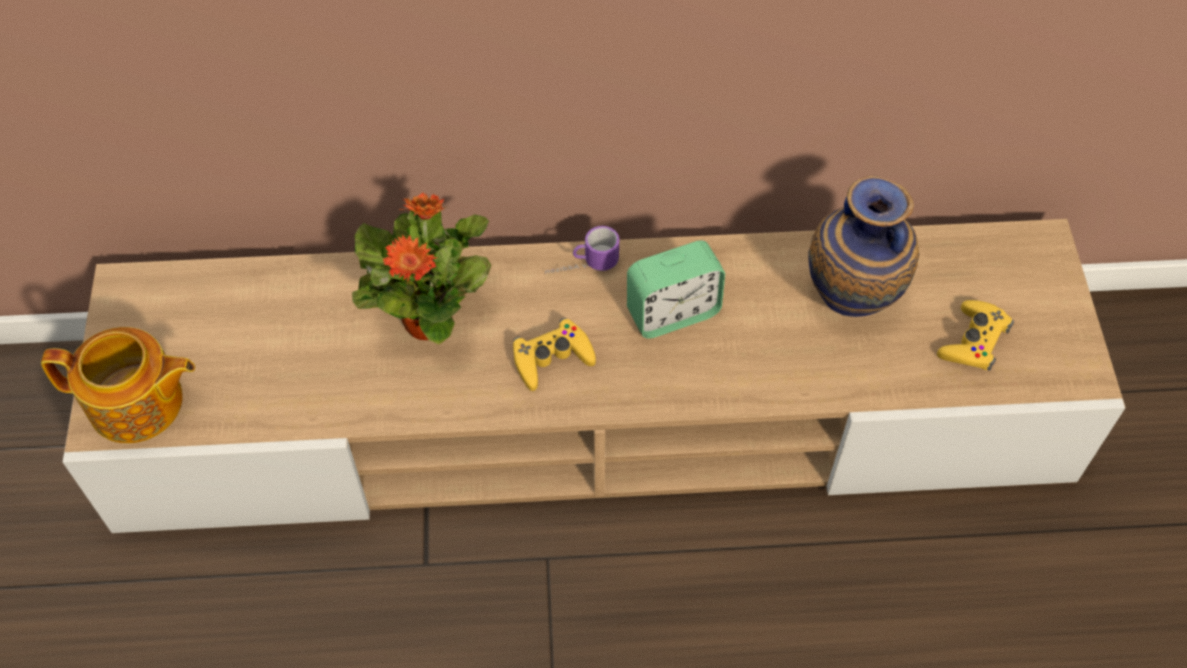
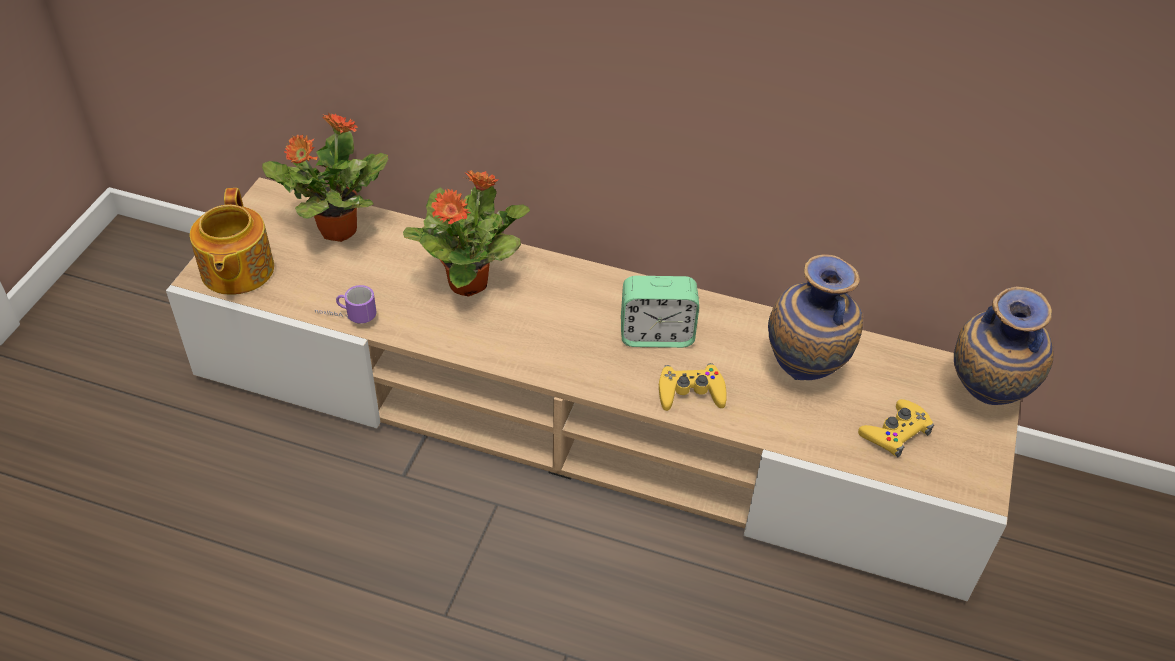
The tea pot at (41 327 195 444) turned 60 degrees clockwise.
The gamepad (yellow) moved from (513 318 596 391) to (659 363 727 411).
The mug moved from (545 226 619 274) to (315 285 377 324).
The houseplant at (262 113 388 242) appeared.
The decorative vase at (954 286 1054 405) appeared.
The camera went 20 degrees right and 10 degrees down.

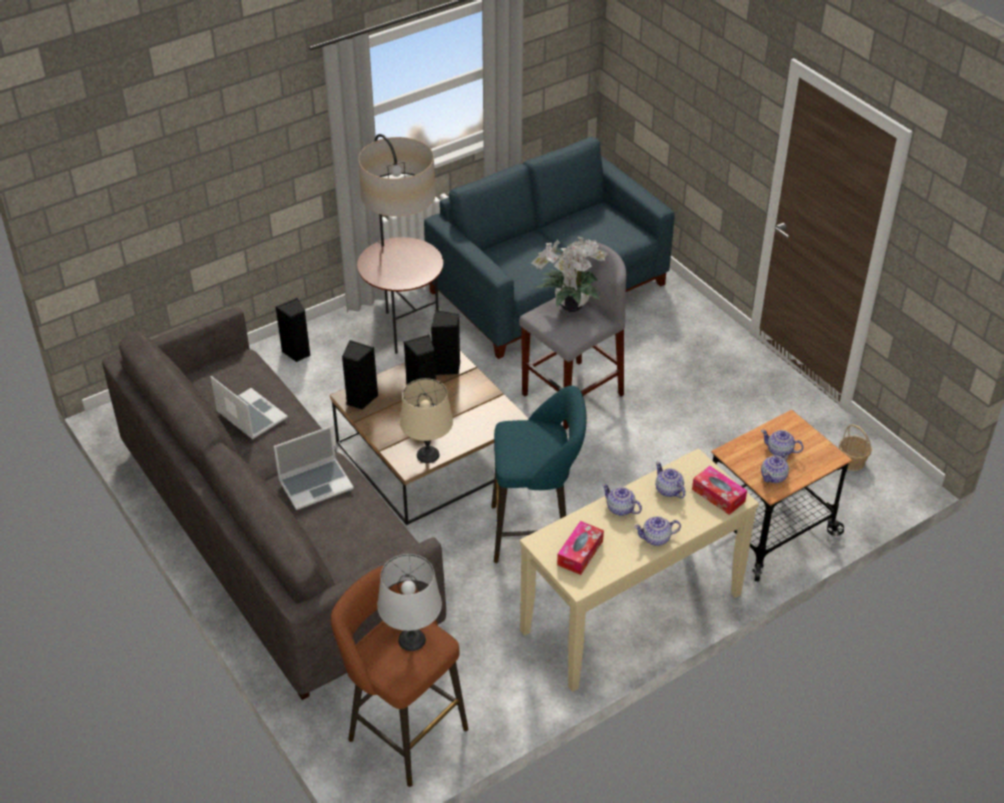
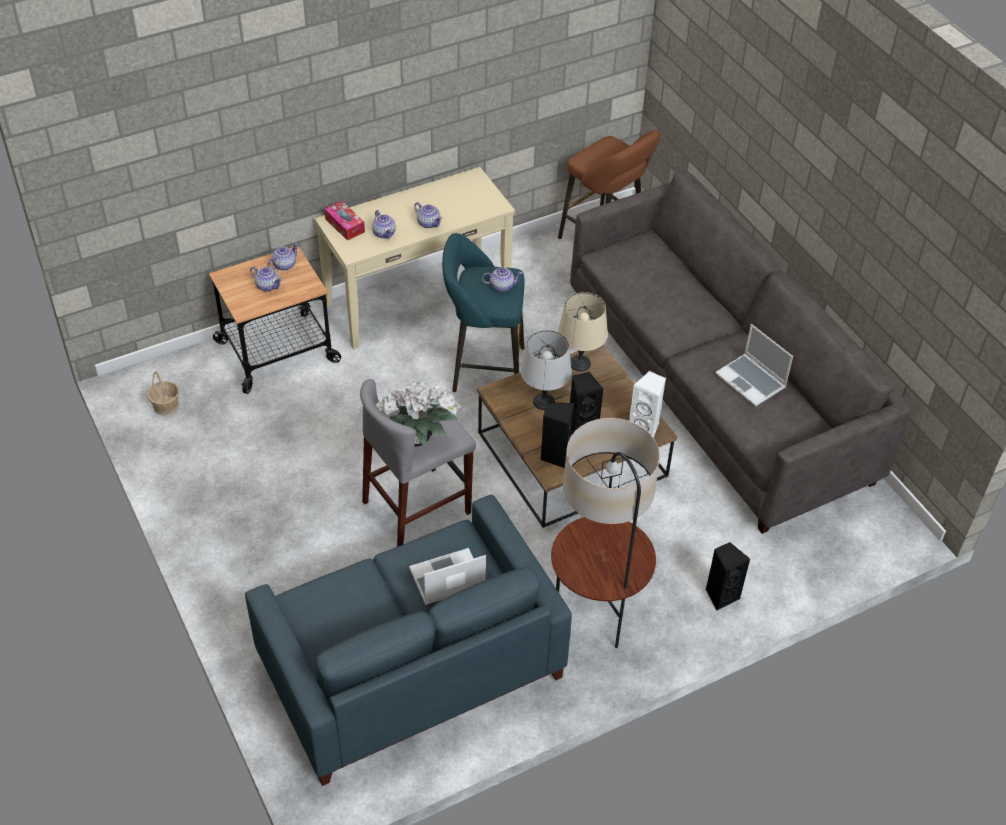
The portable computer moved from (274 426 354 510) to (409 548 486 605).
The audio speaker (black-coloured) at (342 340 378 410) became the audio speaker (white) at (629 371 666 438).
The table lamp (grey) moved from (377 554 442 651) to (520 330 572 410).
The box of tissues at (557 521 604 575) disappeared.
The tea pot moved from (634 516 681 546) to (482 267 523 292).
The camera went 175 degrees left and 5 degrees up.

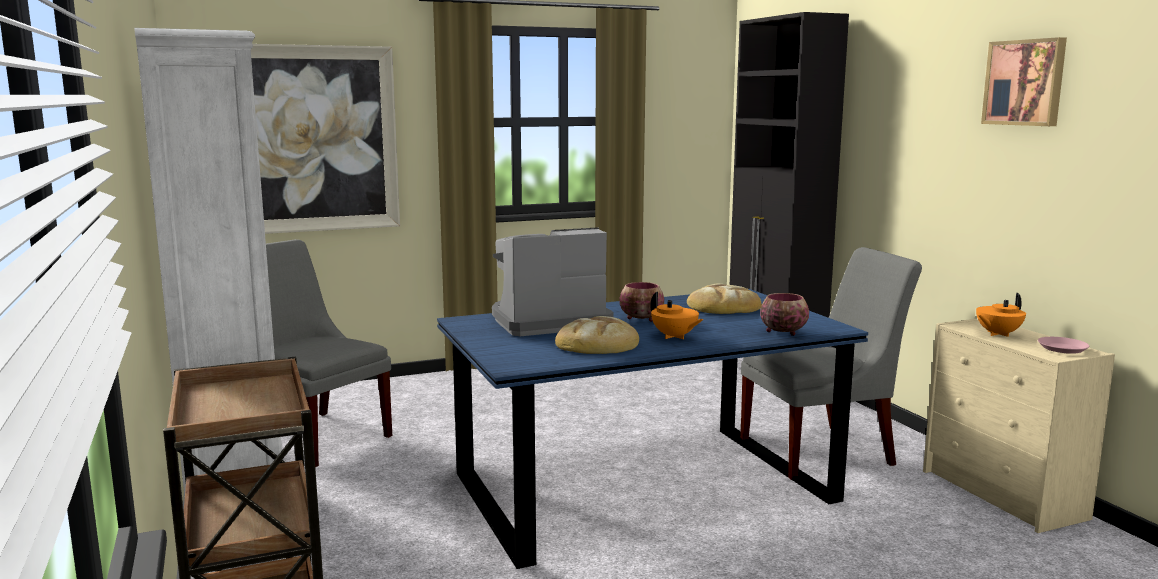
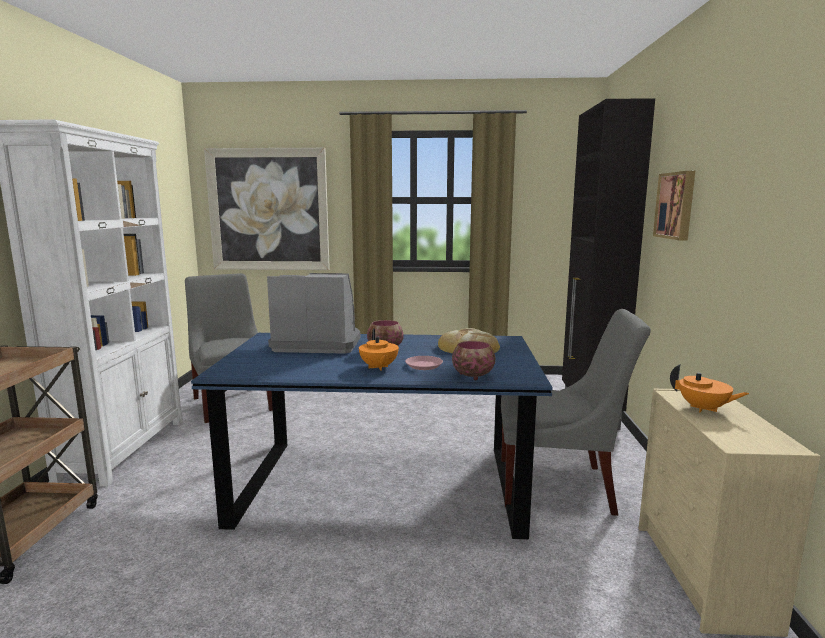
The baked bread at (555 316 639 354) disappeared.
The tea pot (orangey) at (976 293 1026 337) turned 135 degrees counterclockwise.
The wall art moved from (981 37 1067 126) to (653 171 695 240).
The flat dish (pinkish) moved from (1038 337 1090 354) to (405 356 443 370).
The camera went 25 degrees right and 0 degrees up.

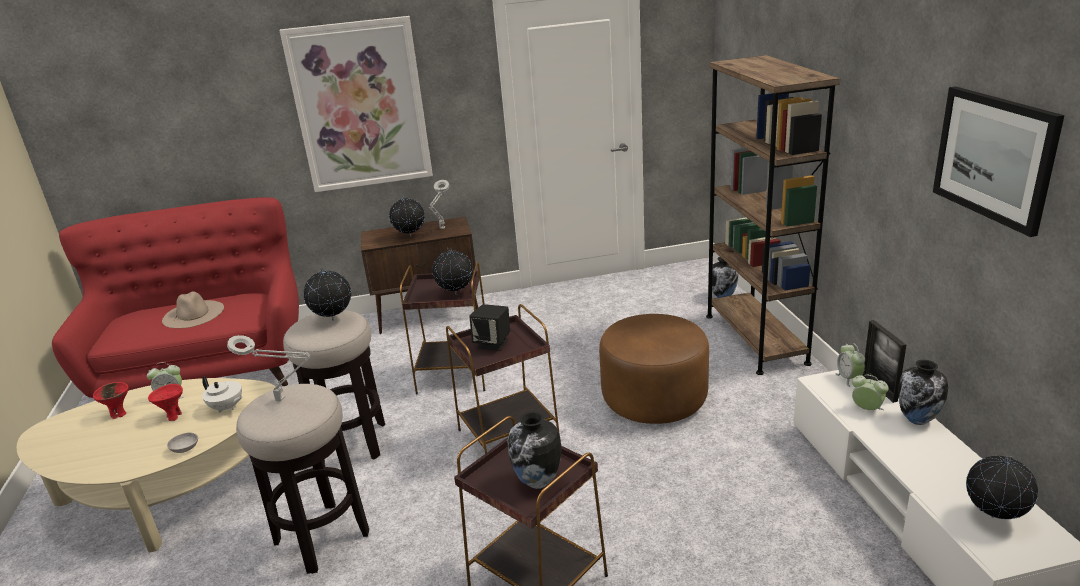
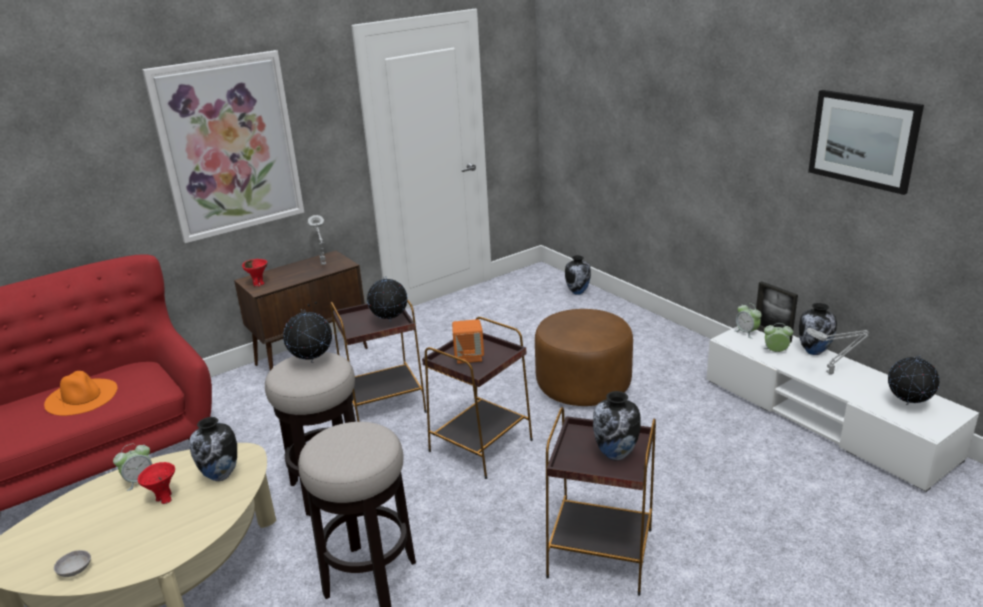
The serving bowl (reddish) moved from (93 382 128 419) to (242 259 267 287).
The clothing hat (beige-coloured) at (162 291 224 328) became the clothing hat (orangey) at (44 371 118 416).
The serving bowl (grey) moved from (167 432 198 453) to (54 550 91 577).
The tea pot (white) at (202 376 243 413) was replaced by the decorative vase at (189 417 237 481).
The table lamp (grey) moved from (227 335 310 401) to (806 328 869 374).
The world globe at (389 195 425 237) disappeared.
The audio speaker (black-coloured) at (469 304 510 351) became the audio speaker (orangey) at (452 319 484 364).
The bookshelf (brown) at (706 55 840 375) disappeared.
The camera went 25 degrees left and 0 degrees up.

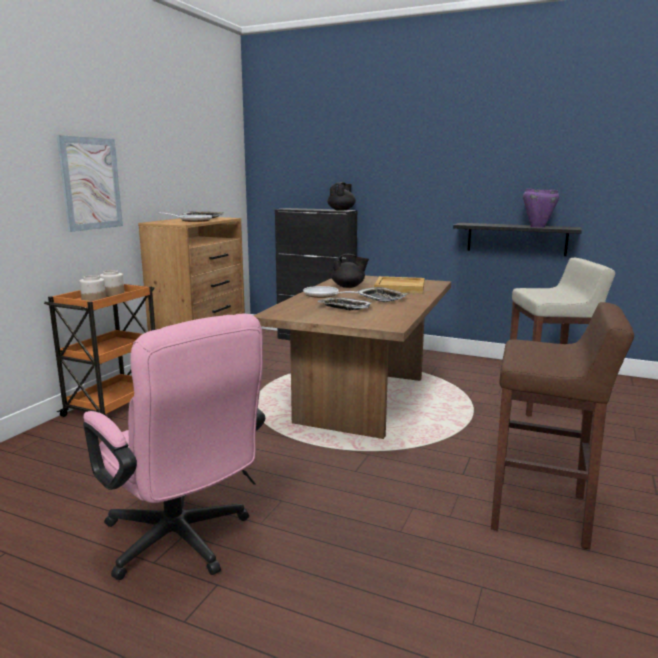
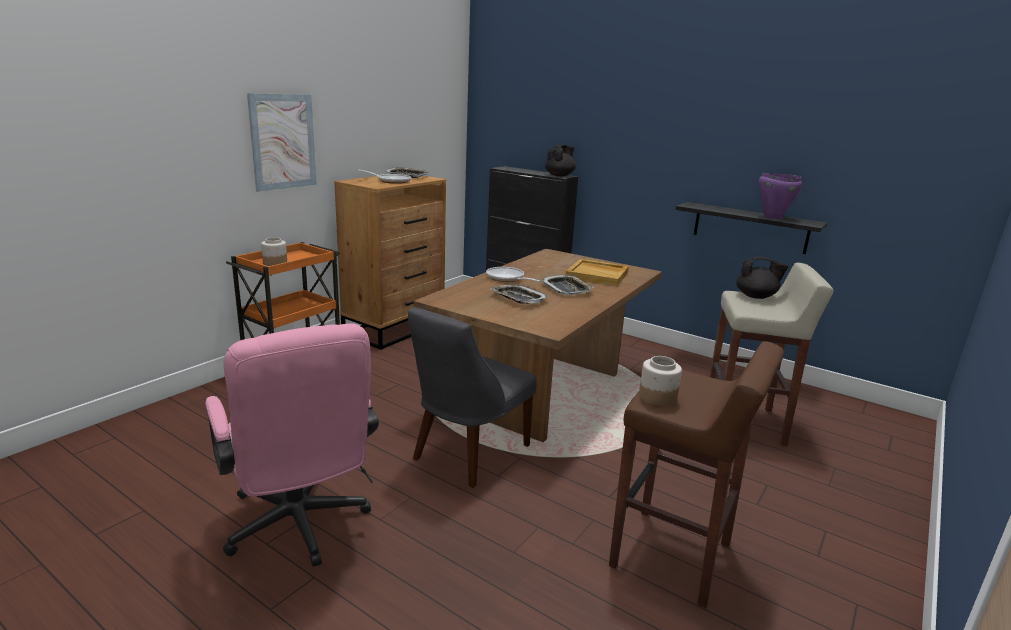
The storage jar moved from (100 270 125 297) to (639 356 682 407).
The tea pot (black-coloured) moved from (331 254 369 288) to (736 256 789 299).
The chair (grey) at (408 307 536 488) appeared.
The camera went 10 degrees right and 5 degrees up.

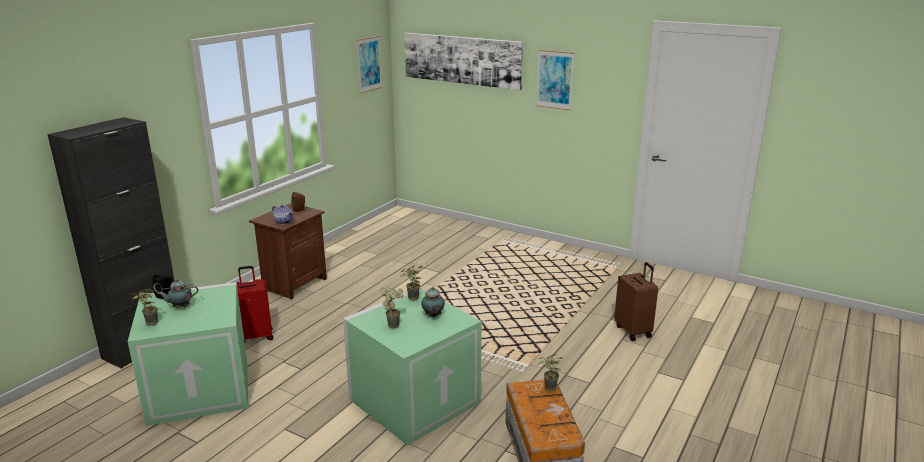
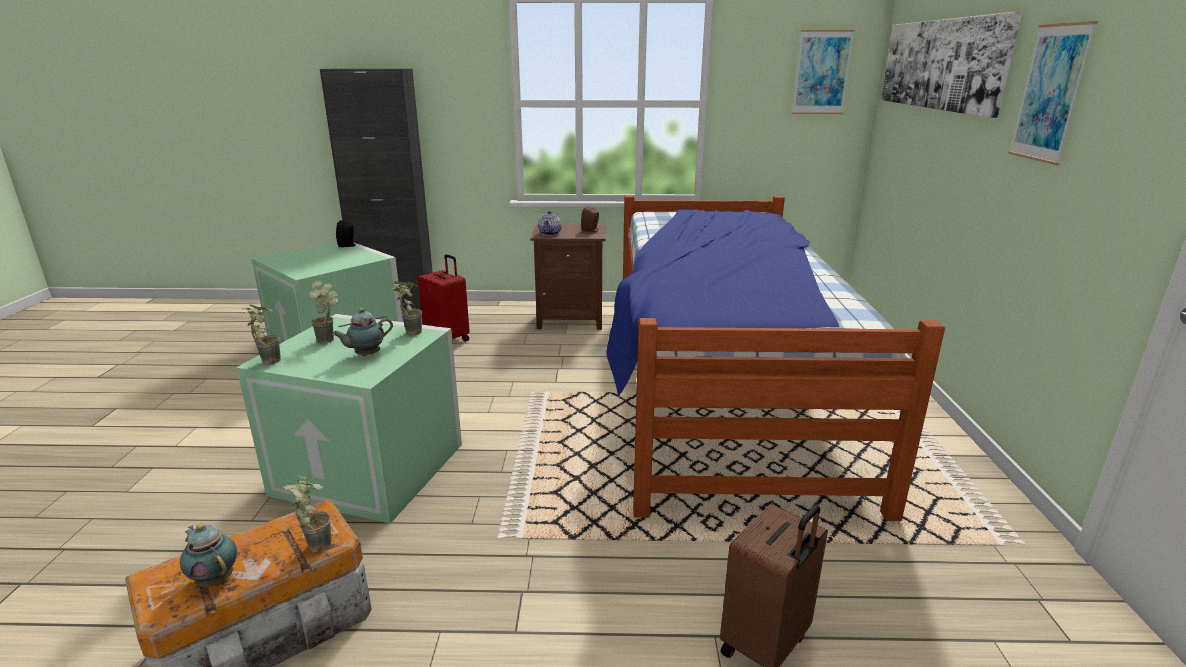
The houseplant moved from (131 289 158 326) to (242 304 281 365).
The tea pot moved from (158 279 198 308) to (180 524 237 587).
The bedroom bed at (606 195 945 521) appeared.
The camera went 60 degrees right and 0 degrees up.

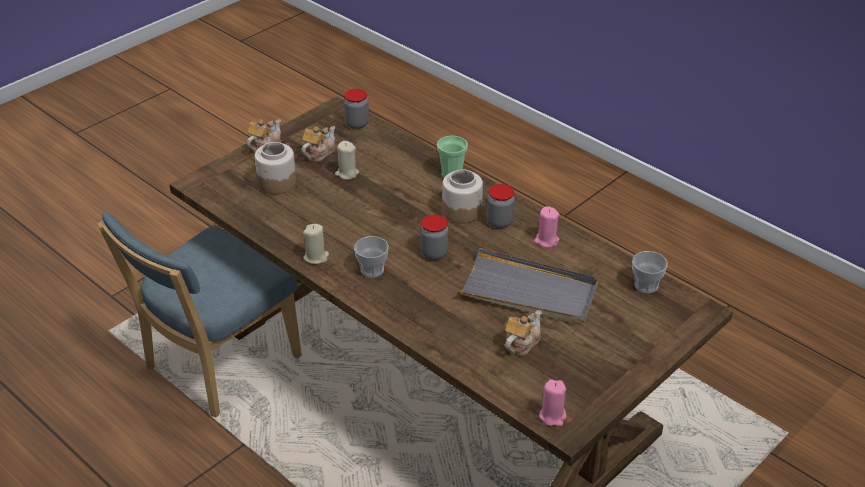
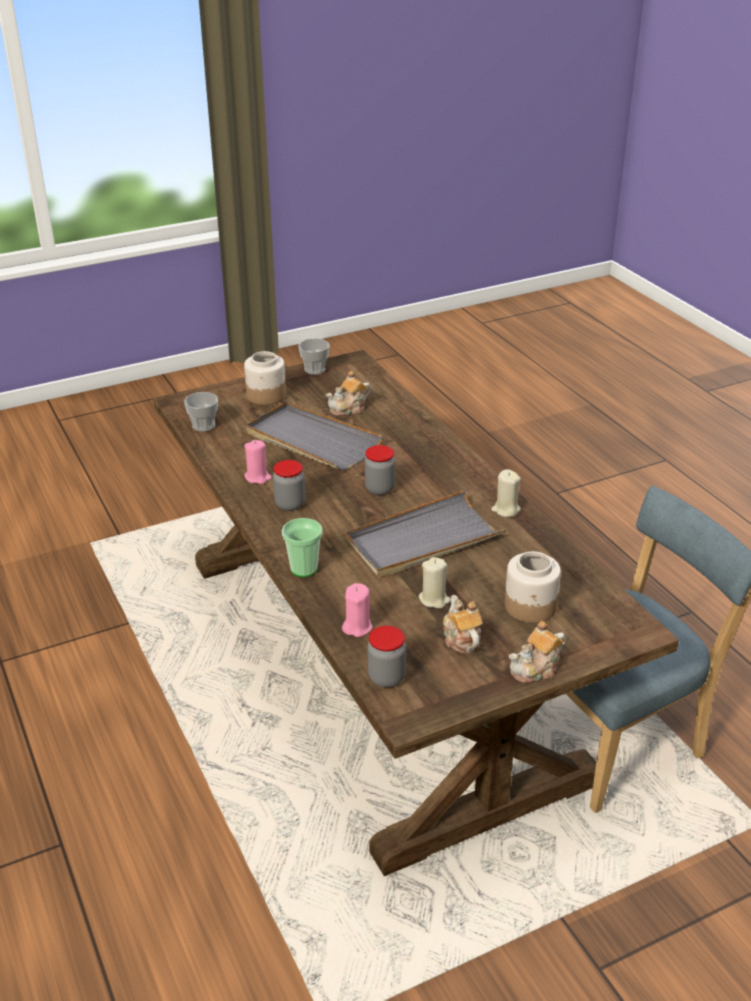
The tea pot at (301 126 335 162) turned 105 degrees clockwise.
The small cup moved from (354 236 389 278) to (299 338 329 375).
The storage jar moved from (442 169 483 224) to (244 351 286 405).
The wax light (pinkish) moved from (539 379 566 426) to (342 583 373 637).
The serving tray (grey) at (345 490 506 578) appeared.
The camera went 160 degrees left and 5 degrees down.

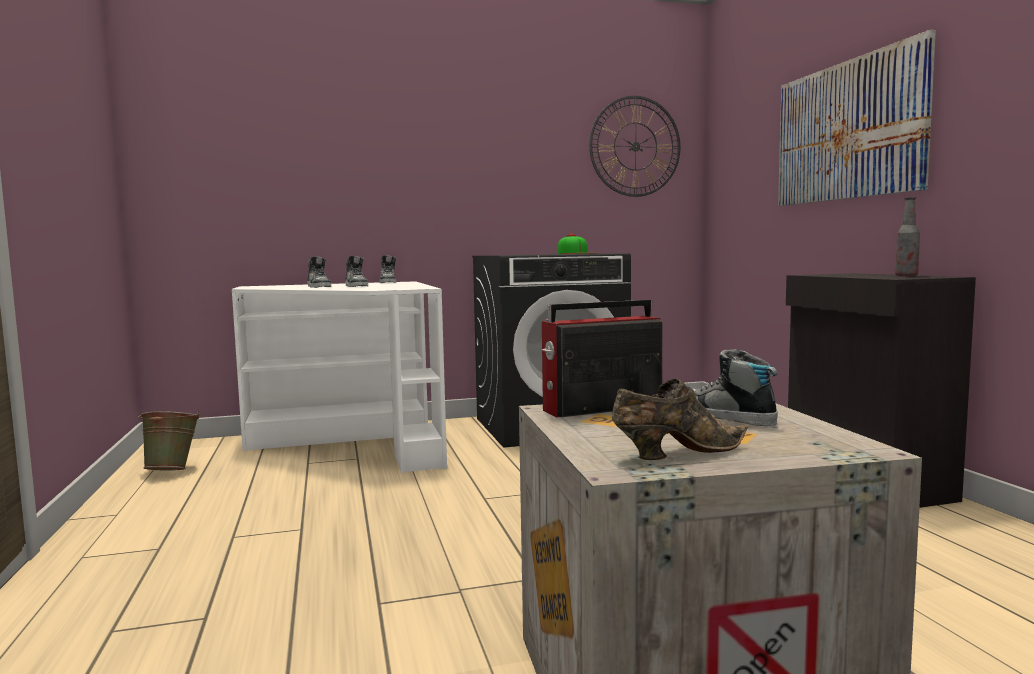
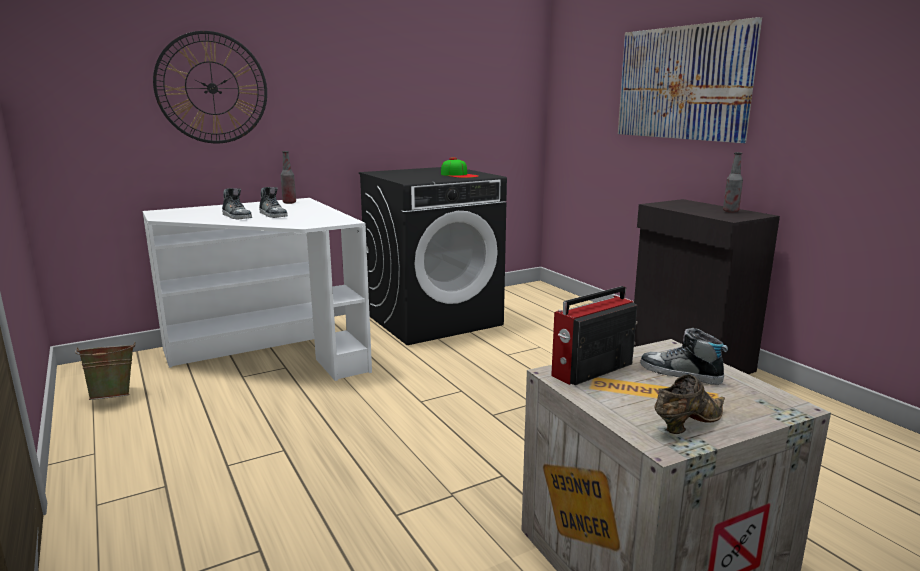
The low shoe at (379 255 396 283) was replaced by the bottle at (281 151 296 204).
The clock on the wall moved from (589 96 680 197) to (153 31 267 143).
The camera went 15 degrees left and 10 degrees up.

